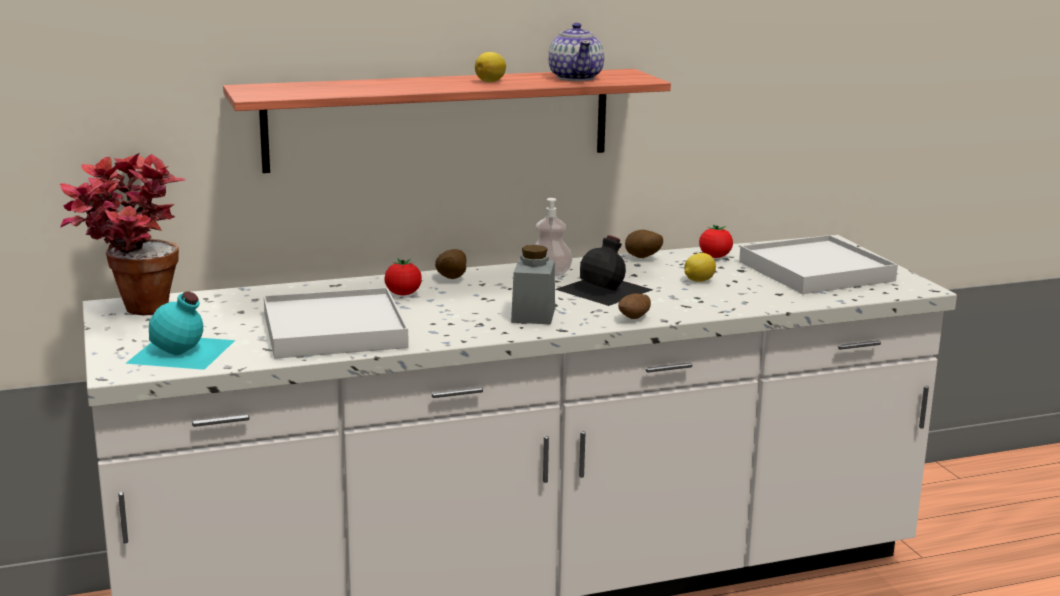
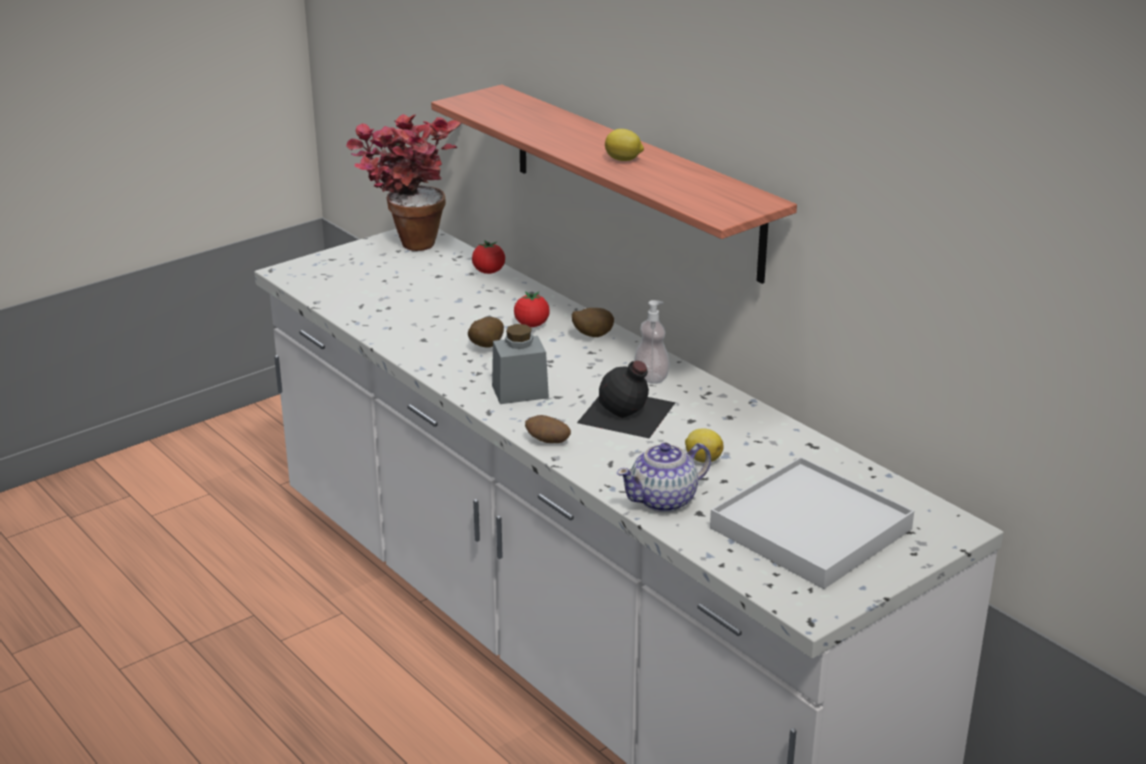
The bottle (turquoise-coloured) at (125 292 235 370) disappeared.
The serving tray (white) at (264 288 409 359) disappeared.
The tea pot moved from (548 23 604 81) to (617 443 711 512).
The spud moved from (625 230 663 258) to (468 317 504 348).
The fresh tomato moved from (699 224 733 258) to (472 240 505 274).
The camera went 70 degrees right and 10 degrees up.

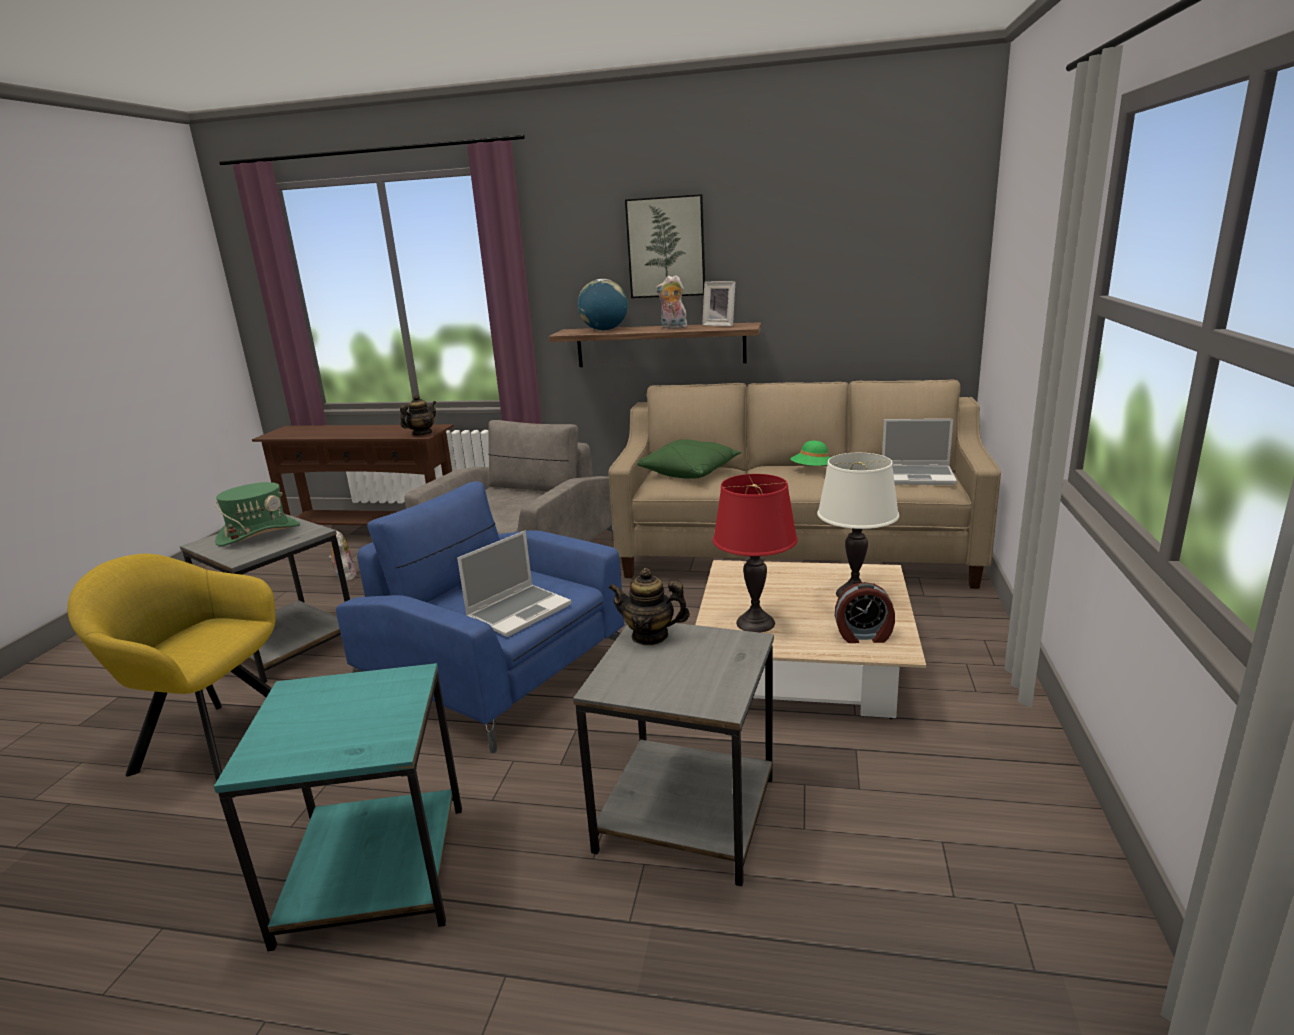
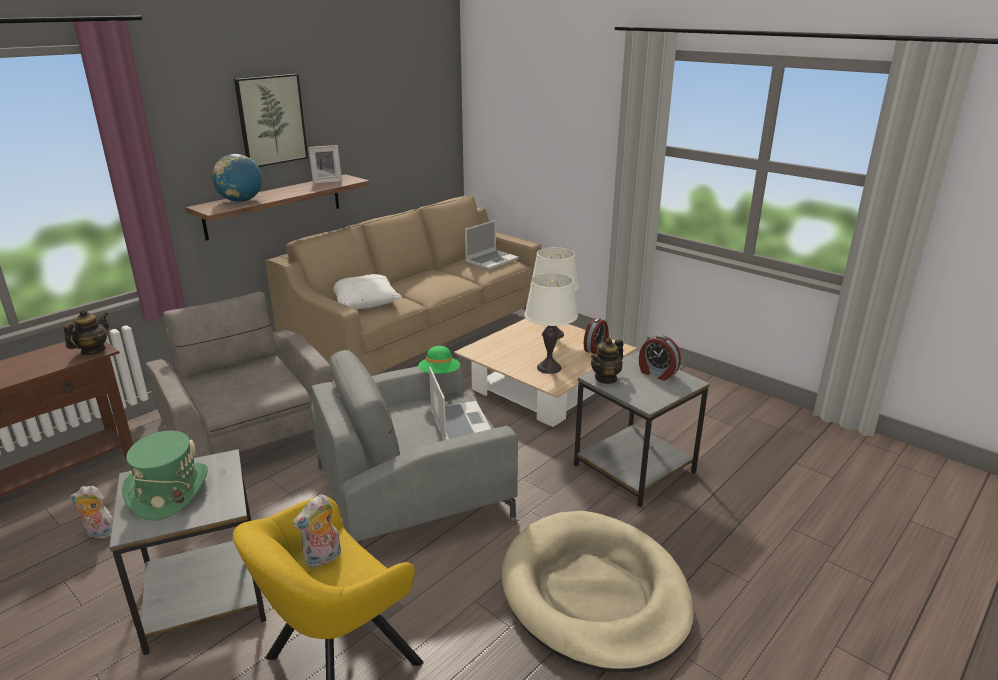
The accent table (turquoise-coloured) at (214 663 462 951) was replaced by the pet bed (beige-coloured) at (502 511 694 672).
The armchair (bluish) at (336 481 625 753) became the armchair (grey) at (311 350 518 545).
The tea pot at (400 394 436 436) turned 45 degrees clockwise.
The cushion (green) at (638 439 741 479) became the cushion (white) at (333 274 402 309).
The plush toy moved from (656 275 689 329) to (292 494 341 568).
The table lamp (reddish) at (713 474 798 633) became the table lamp (white) at (525 273 578 374).
The clothing hat (green) moved from (790 441 830 466) to (418 346 460 374).
The bedside clock at (639 335 681 381) appeared.
The camera went 60 degrees left and 5 degrees up.

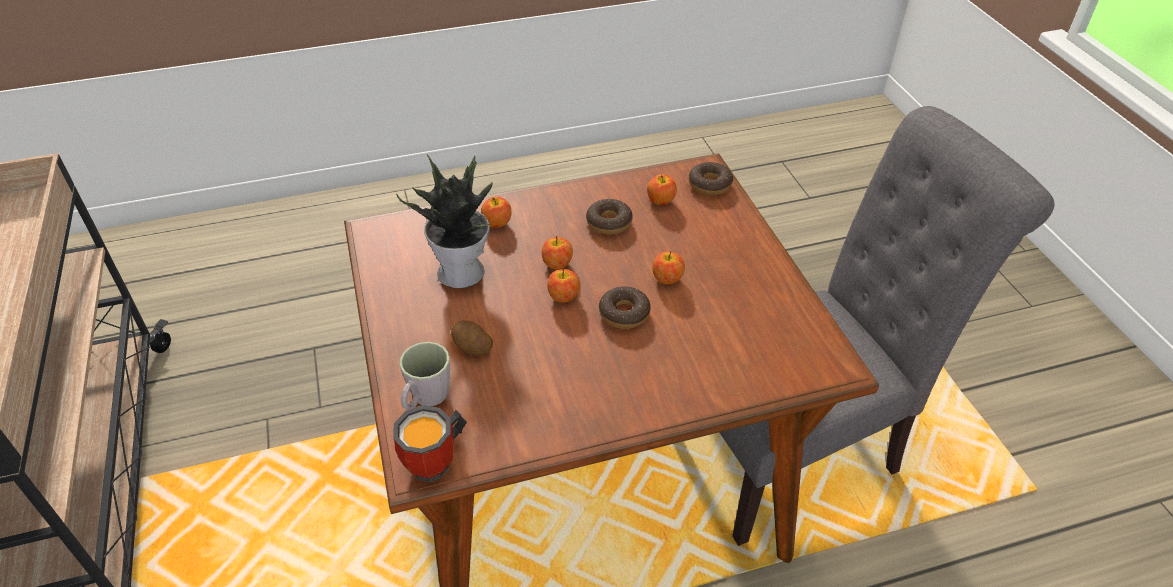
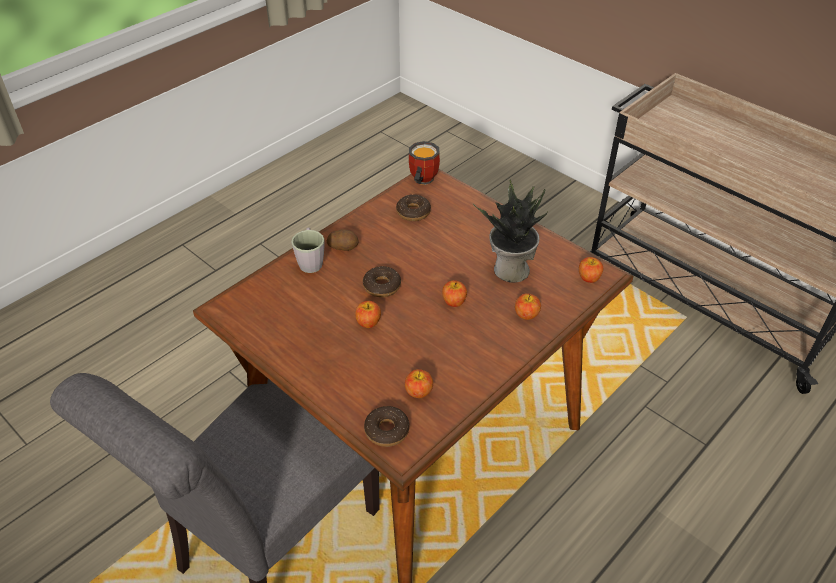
The mug (grey) moved from (400 342 450 410) to (291 227 325 273).
The spud moved from (451 320 493 356) to (327 229 358 251).
The apple moved from (547 269 580 302) to (579 257 603 283).
The donut moved from (586 199 633 235) to (396 195 431 221).
The camera went 150 degrees right and 0 degrees up.

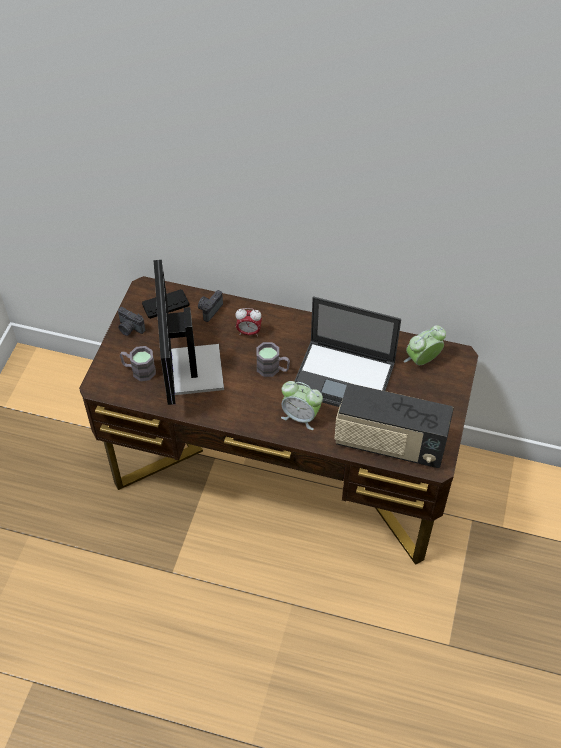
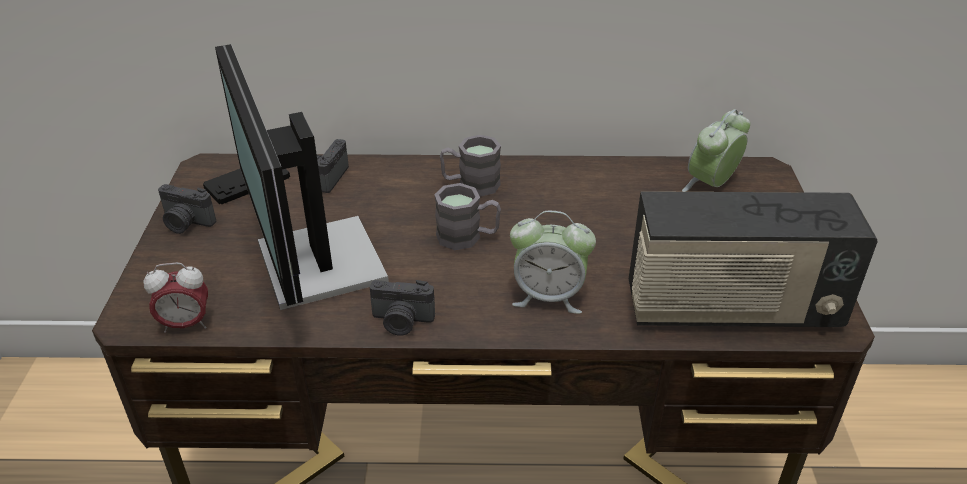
The mug (grey) moved from (120 346 156 381) to (440 135 501 197).
The bedside clock moved from (235 308 262 337) to (144 262 208 333).
The portable computer at (294 296 401 407) disappeared.
The still camera at (370 280 435 336) appeared.
The camera went 15 degrees left and 15 degrees down.

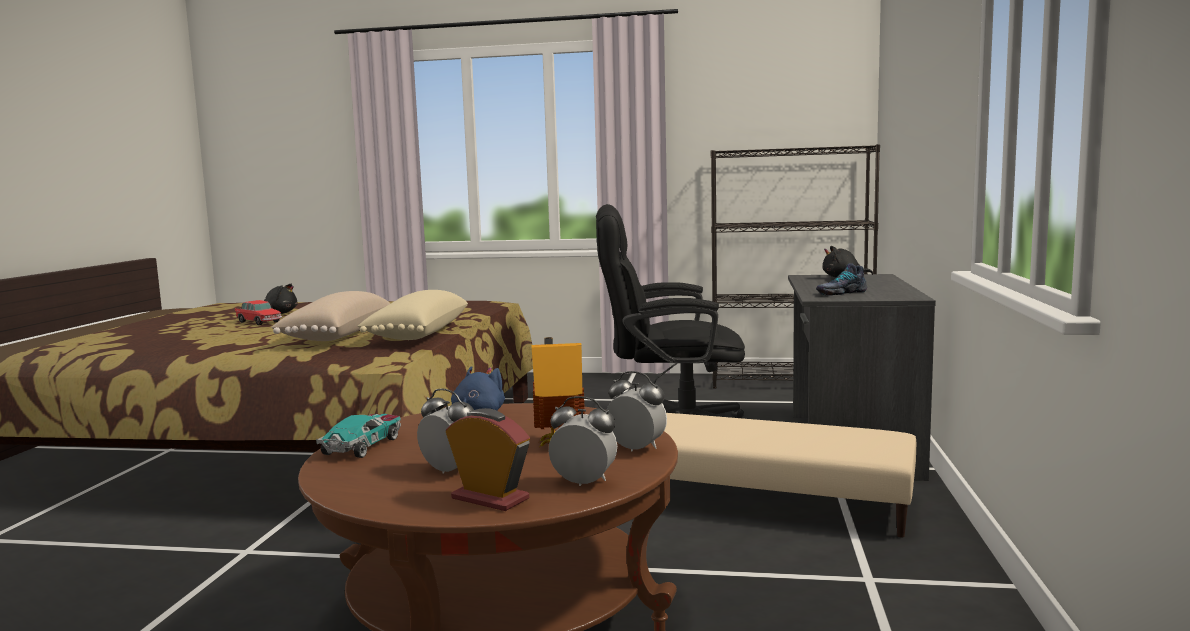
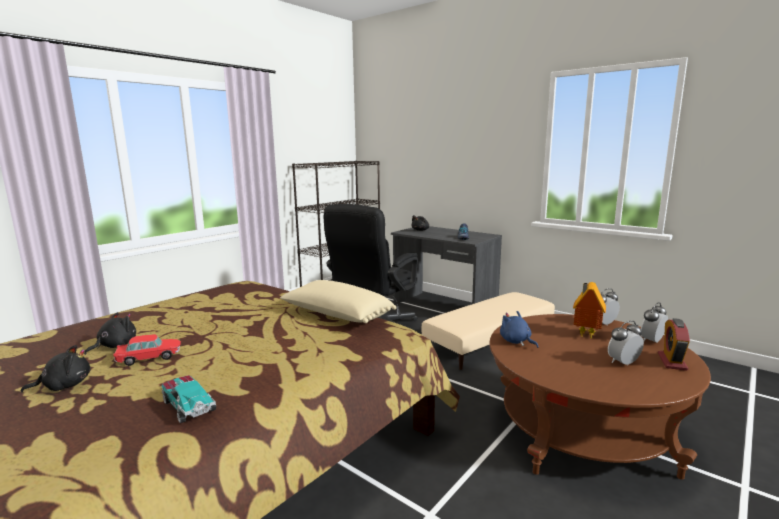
The cushion (beige-coloured) at (271 291 390 341) disappeared.
The model car moved from (316 414 401 458) to (161 375 216 423).
The bedside clock at (446 408 530 511) turned 45 degrees counterclockwise.
The plush toy (black-coloured) at (21 345 90 393) appeared.
The camera went 60 degrees left and 5 degrees up.

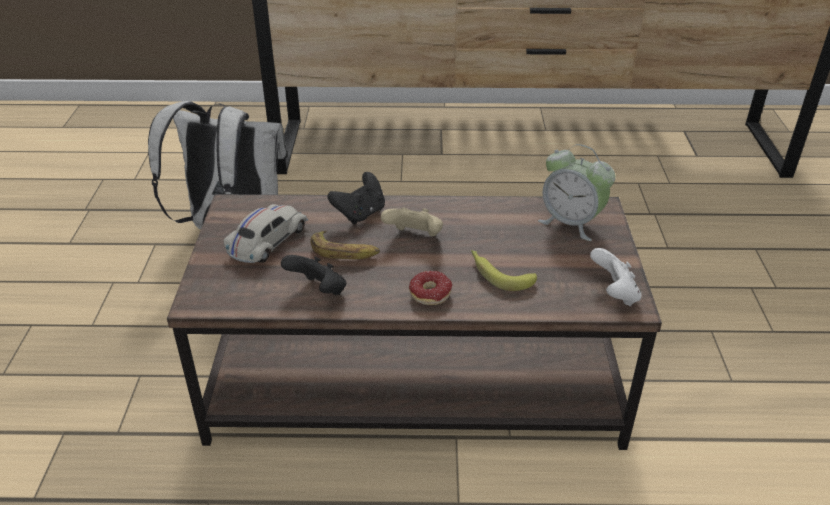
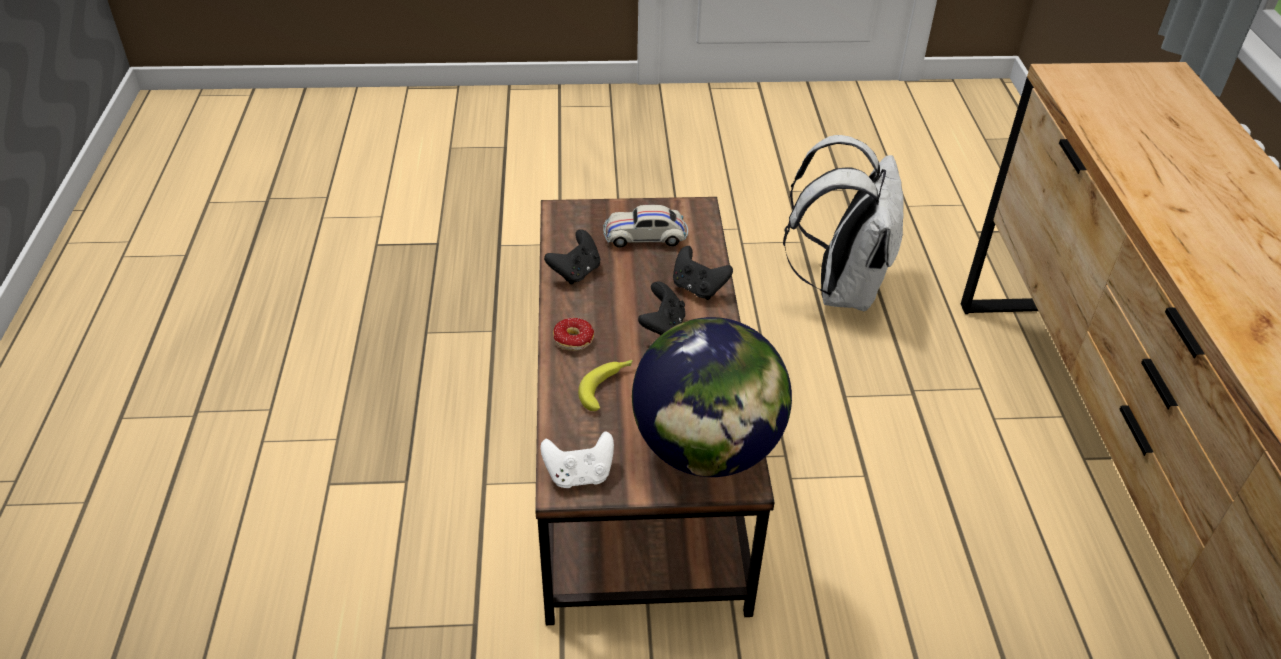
The model car (white) at (224 204 308 263) turned 150 degrees clockwise.
The whole banana at (310 230 380 259) disappeared.
The gamepad (beige-coloured) at (381 208 443 236) became the gamepad (black-coloured) at (638 281 685 335).
The bedside clock at (538 144 616 241) was replaced by the world globe at (632 317 792 477).
The camera went 85 degrees right and 5 degrees up.

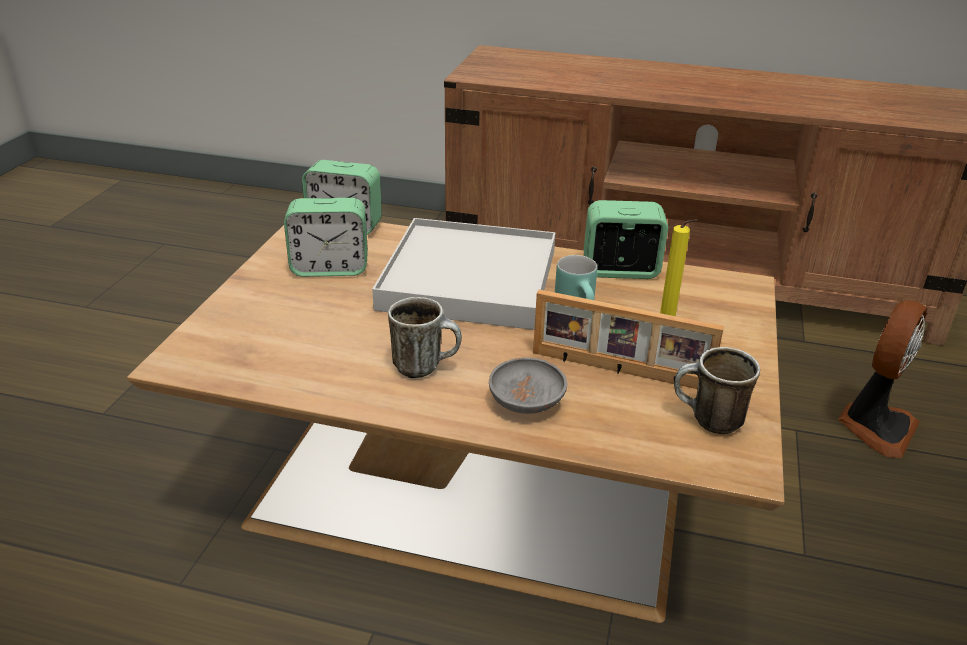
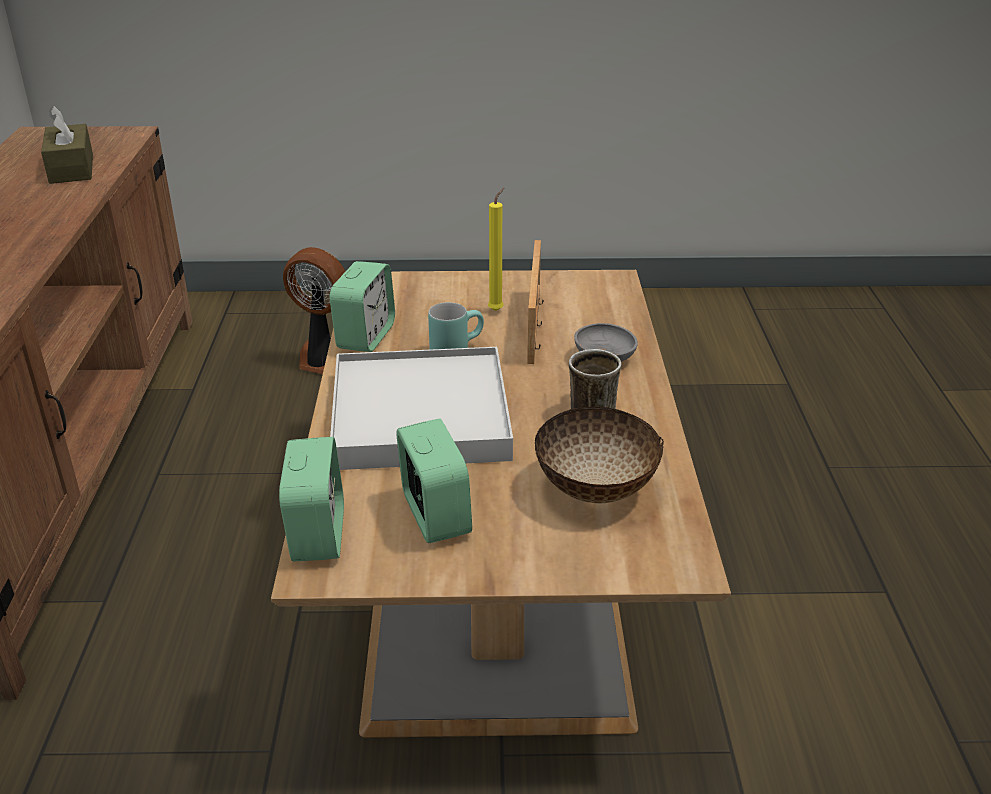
The bedside clock at (584 200 668 279) turned 150 degrees counterclockwise.
The mug at (674 347 760 434) disappeared.
The box of tissues (brown) at (41 105 93 184) appeared.
The serving bowl at (535 406 664 503) appeared.
The camera went 105 degrees left and 0 degrees up.

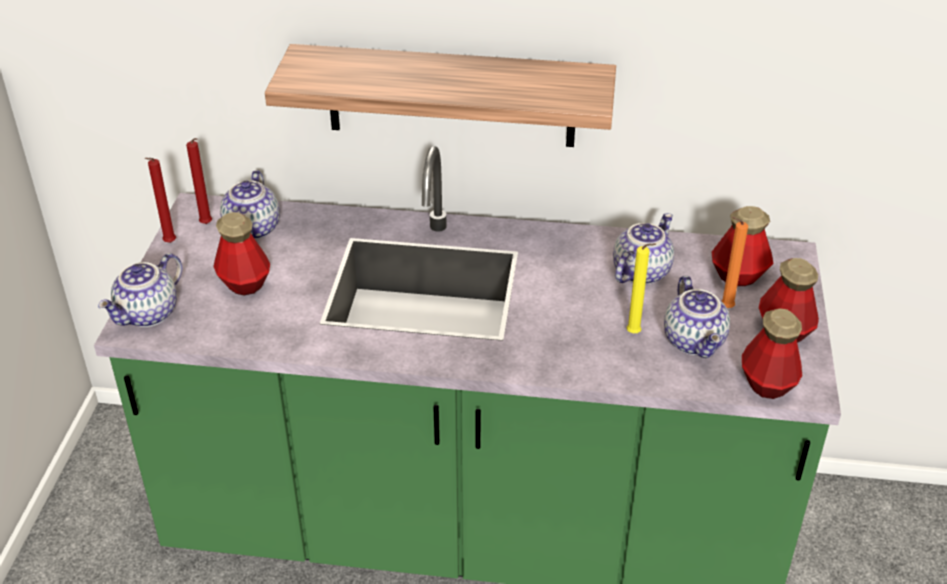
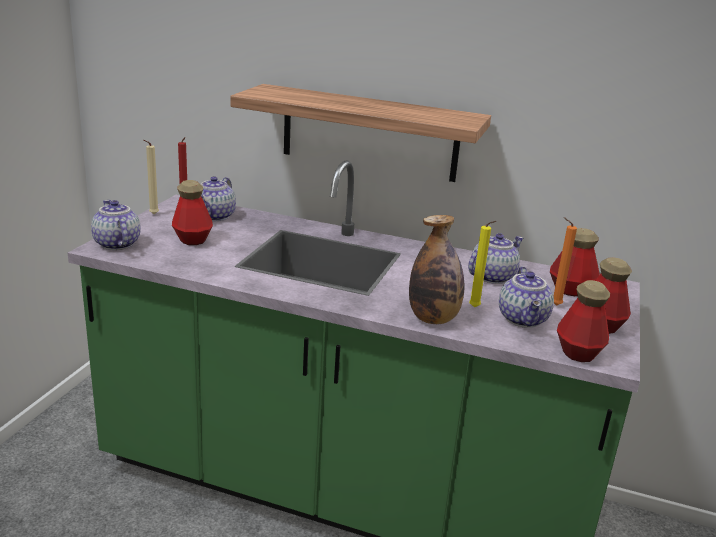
The tea pot at (98 253 182 327) turned 105 degrees clockwise.
The wax light (reddish) at (145 158 176 243) became the wax light (beige-coloured) at (143 140 159 214).
The bottle at (409 215 464 324) appeared.
The camera went 10 degrees right and 15 degrees down.

